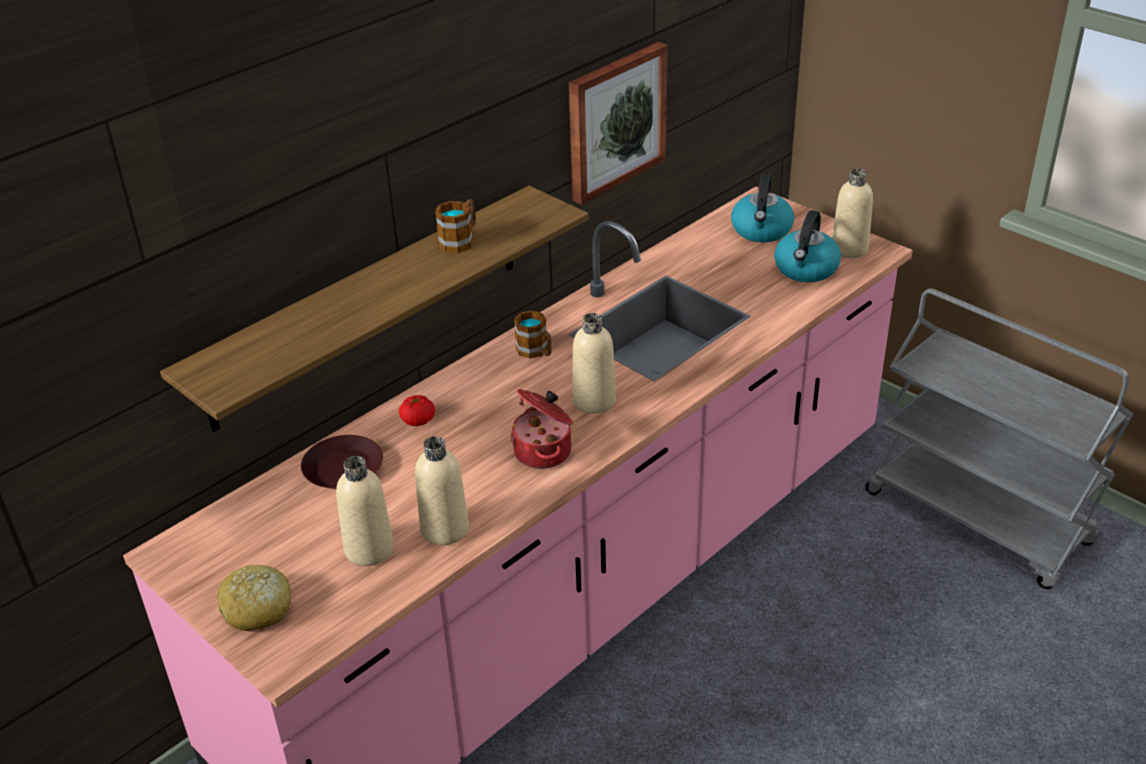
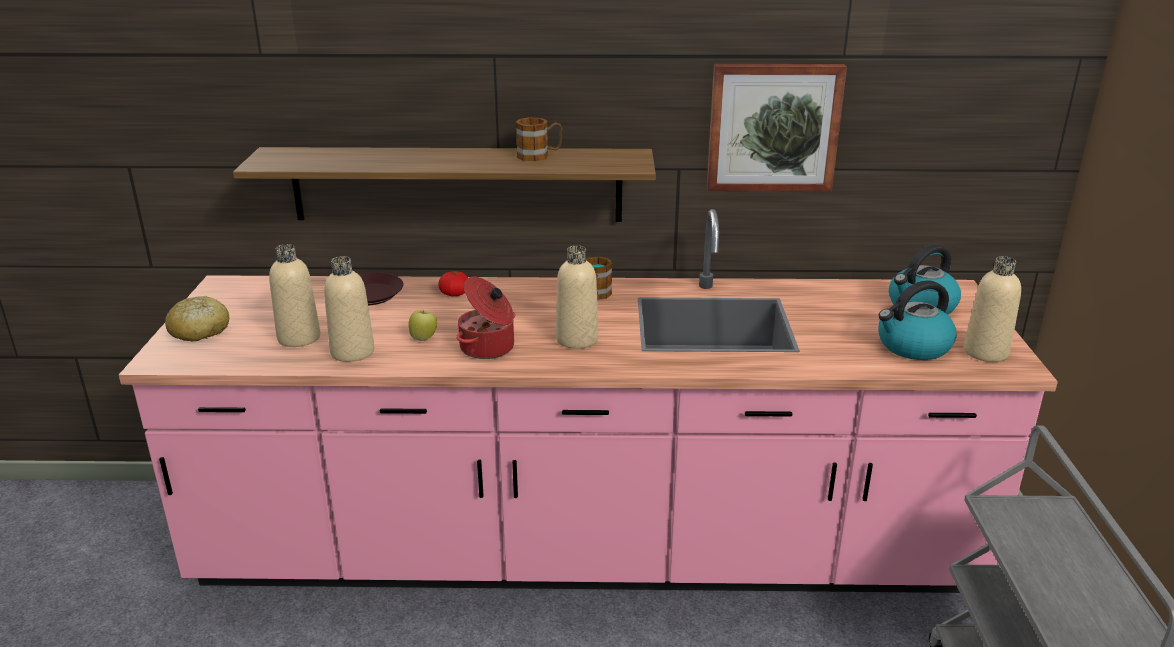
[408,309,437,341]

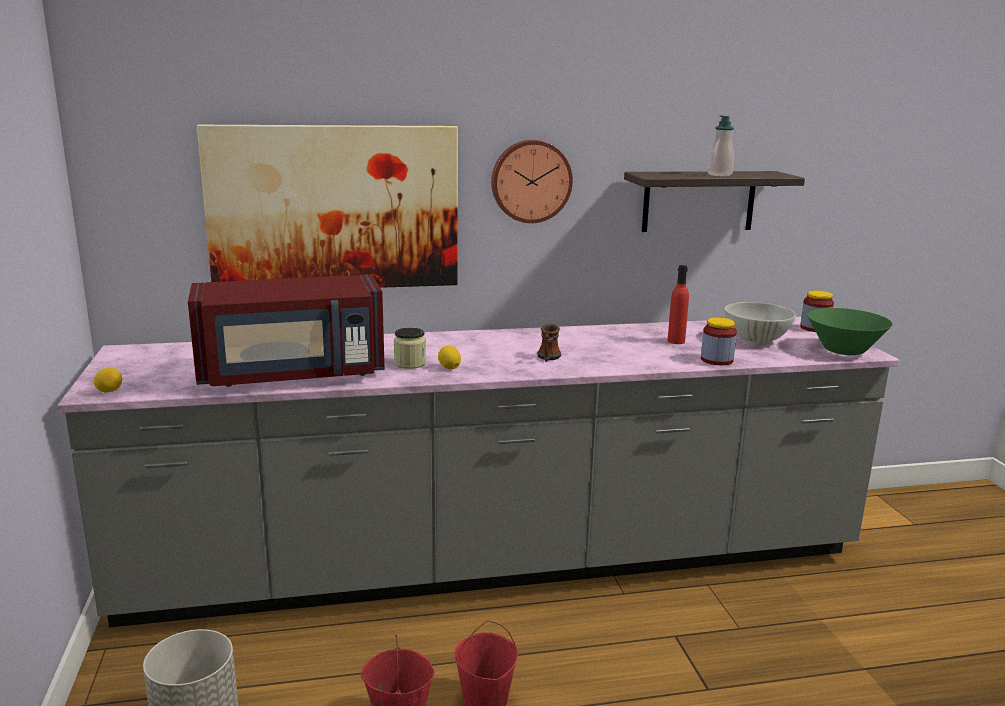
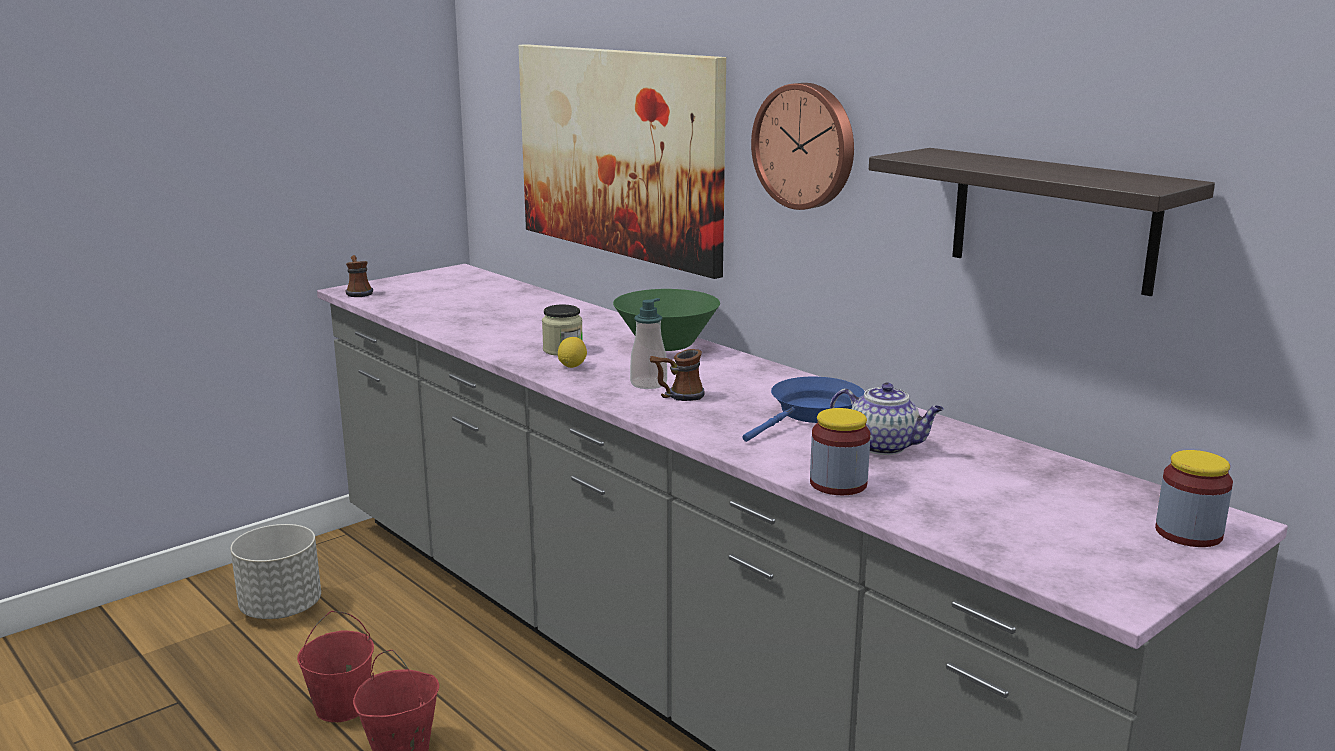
[346,255,373,297]
[613,289,720,351]
[630,298,667,389]
[742,377,865,442]
[830,383,944,455]
[188,274,385,387] (first image)
[724,302,796,345] (first image)

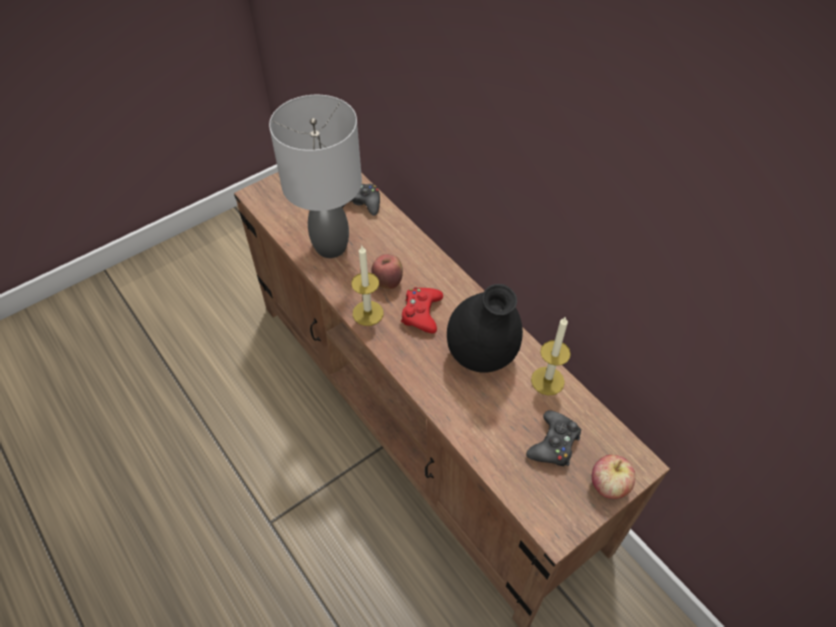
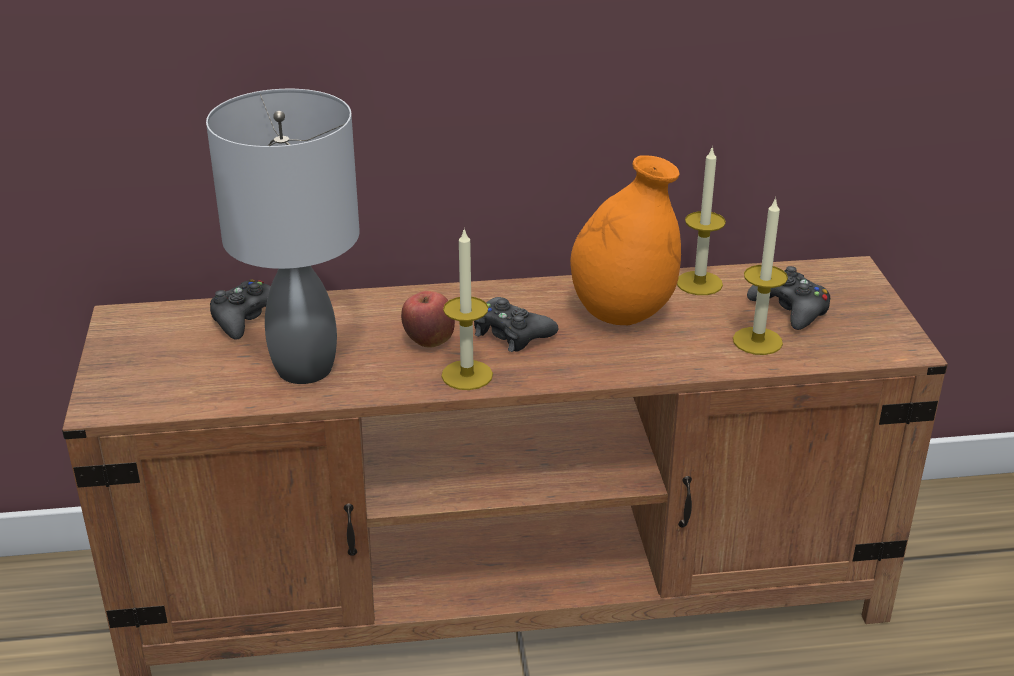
[474,297,558,352]
[570,155,681,326]
[733,197,788,355]
[592,455,635,499] (first image)

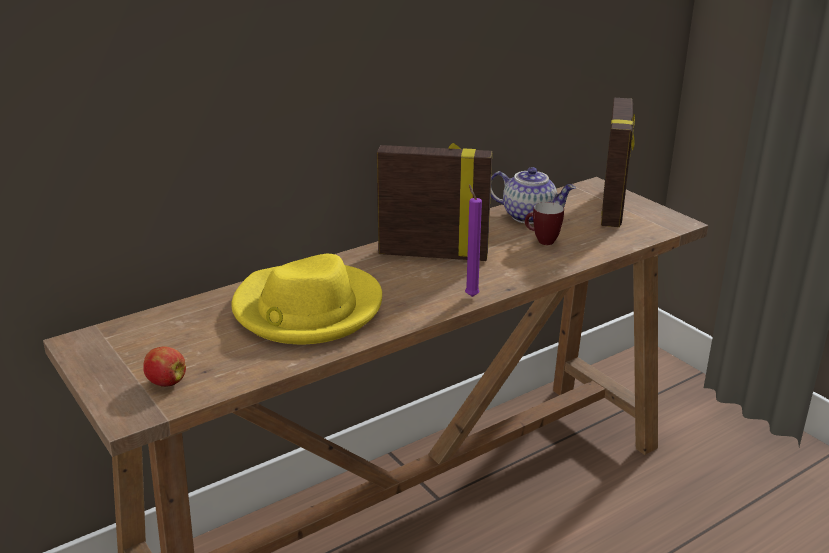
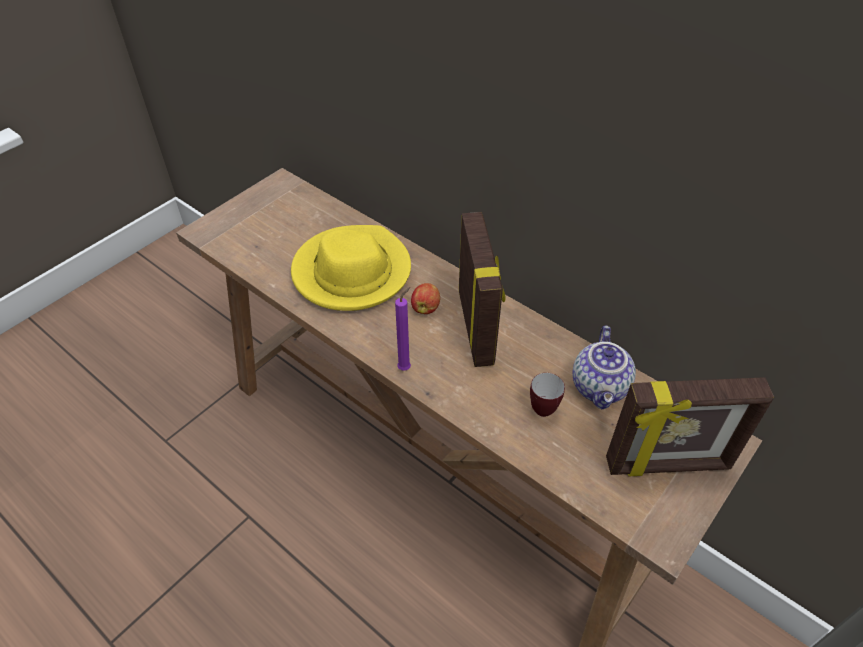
[411,283,440,314]

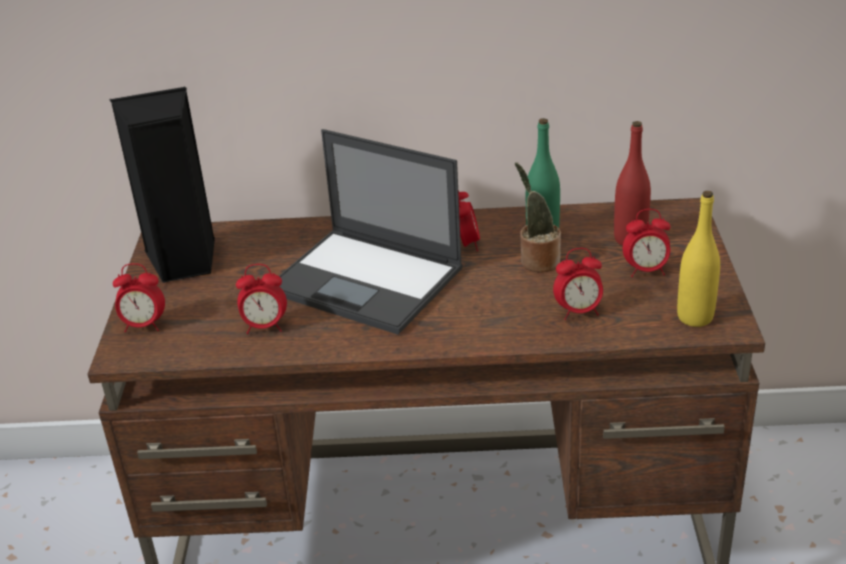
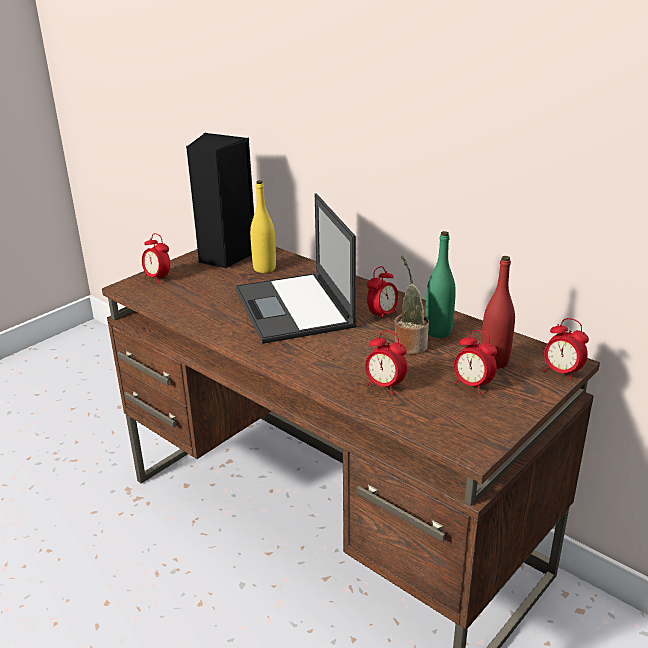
[250,180,276,273]
[544,318,589,381]

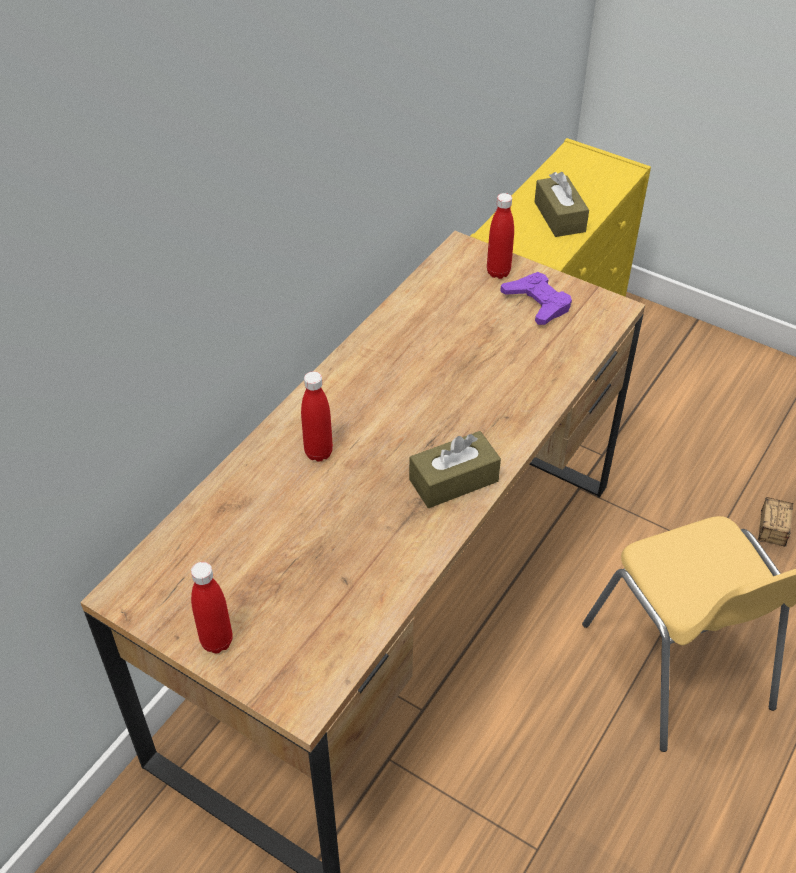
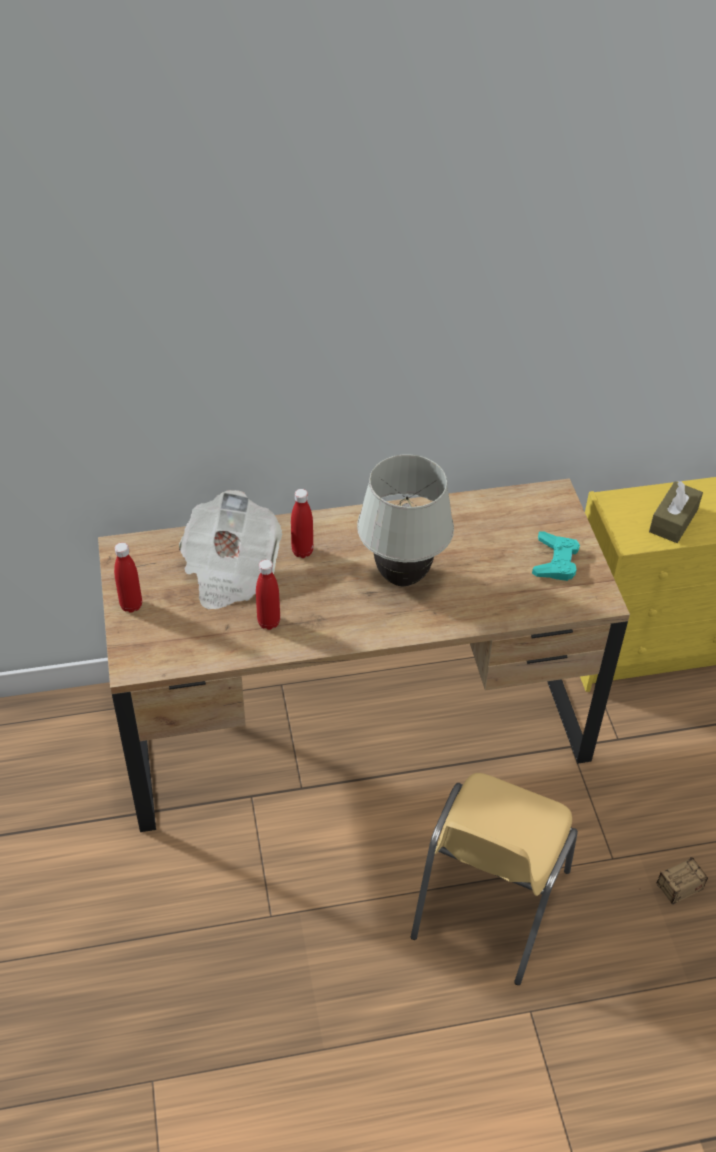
[179,490,283,610]
[256,560,280,630]
[357,454,454,586]
[532,532,580,581]
[409,431,501,508] (first image)

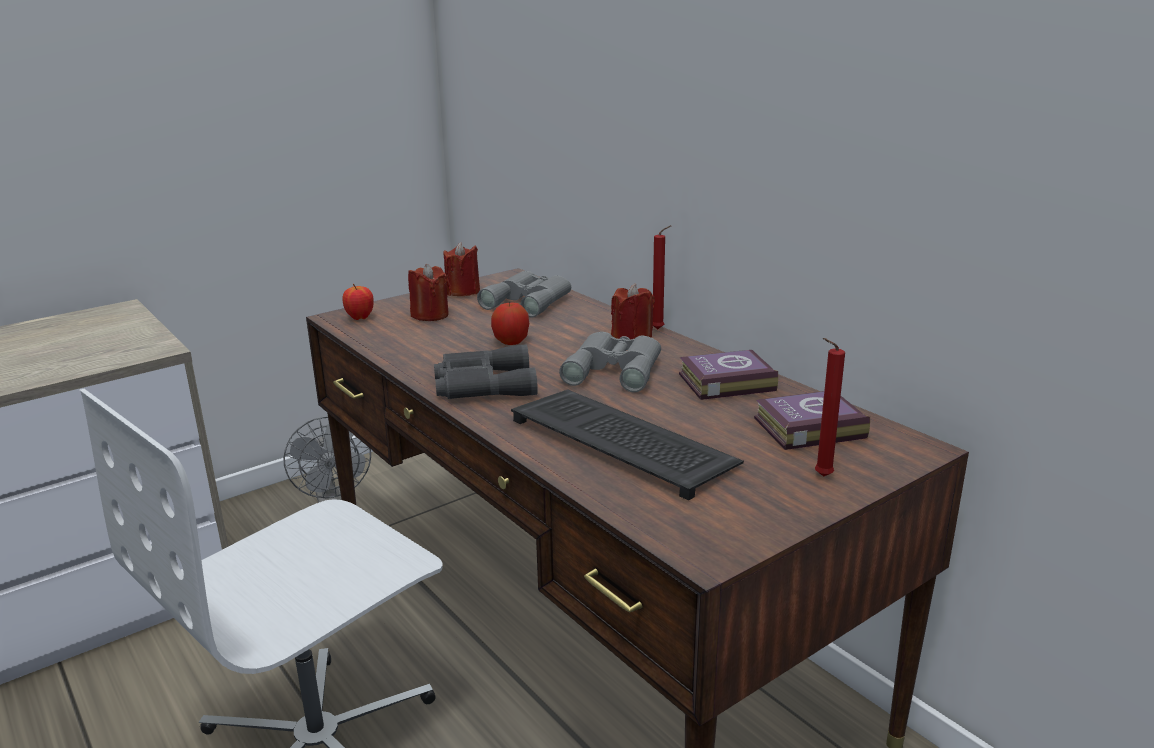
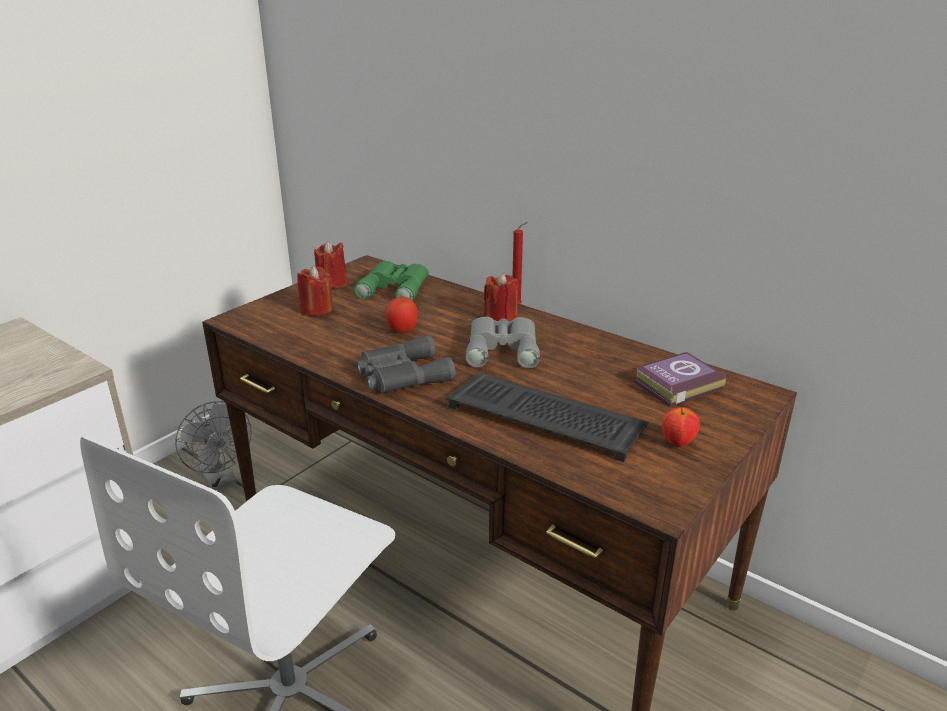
[354,261,429,301]
[662,407,700,447]
[679,350,778,400] (first image)
[815,338,845,477] (first image)

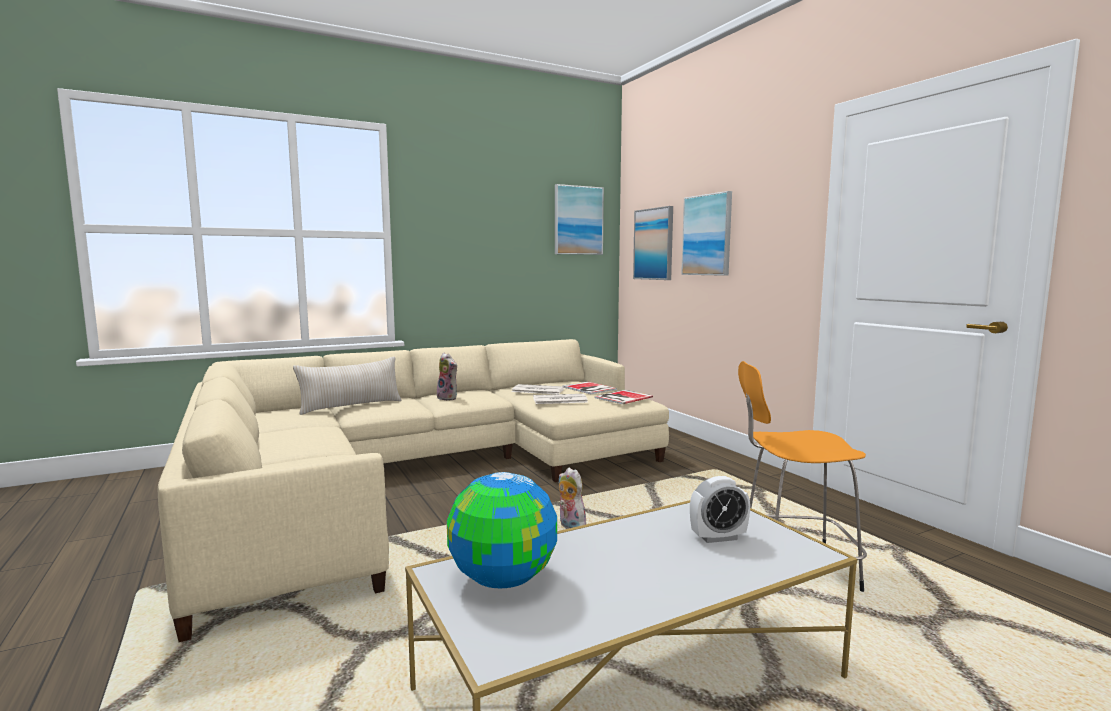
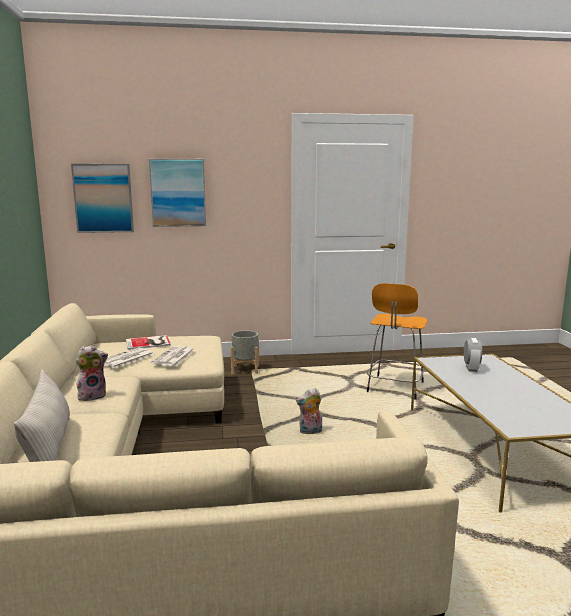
[231,330,259,375]
[447,472,557,589] (first image)
[555,184,604,255] (first image)
[595,390,653,404] (first image)

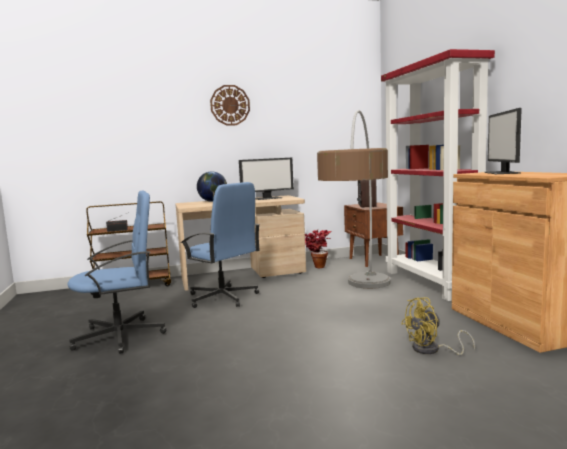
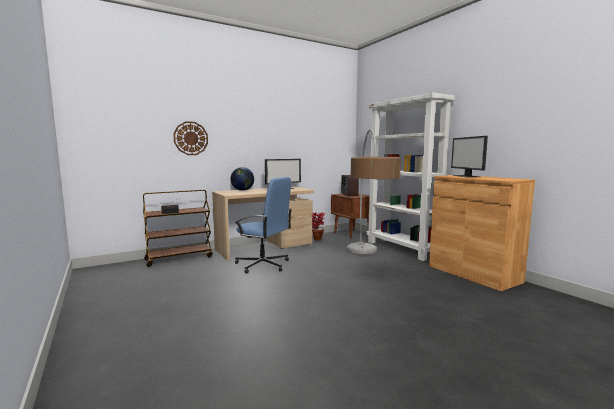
[173,121,208,155]
[367,93,455,261]
[67,191,167,354] (first image)
[401,297,475,355] (first image)

